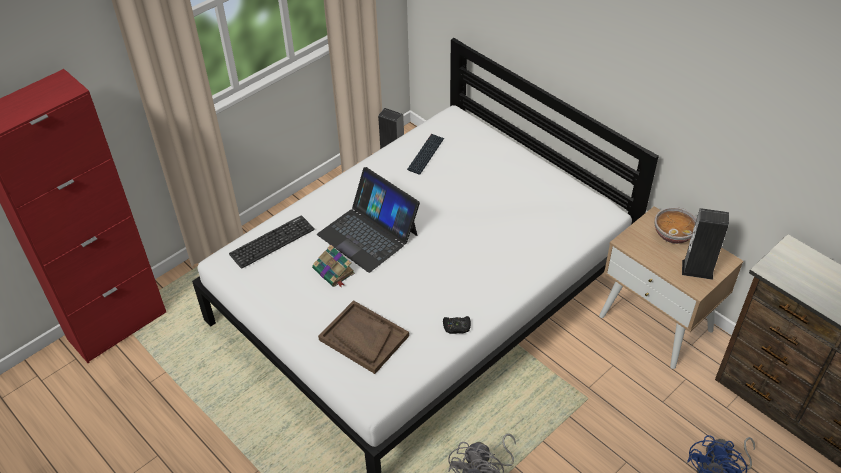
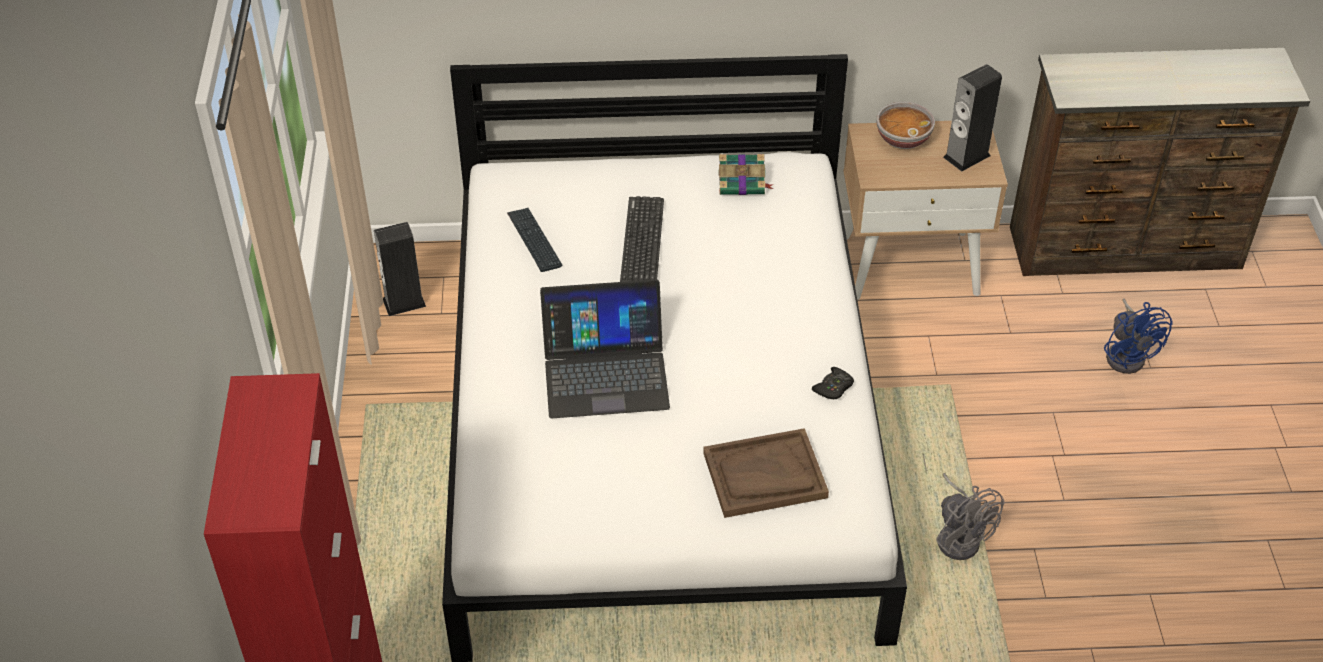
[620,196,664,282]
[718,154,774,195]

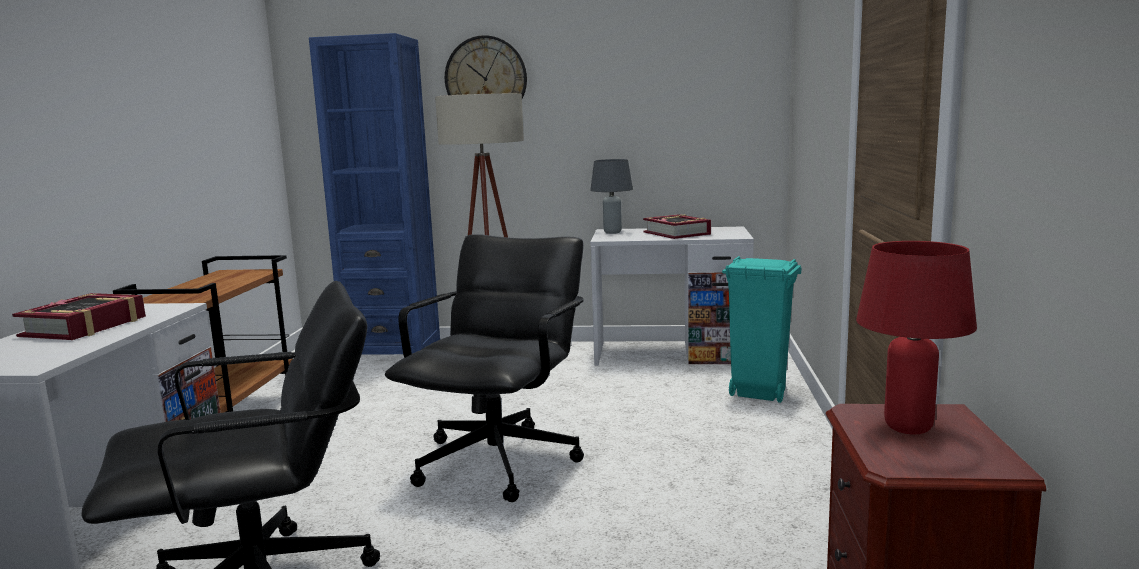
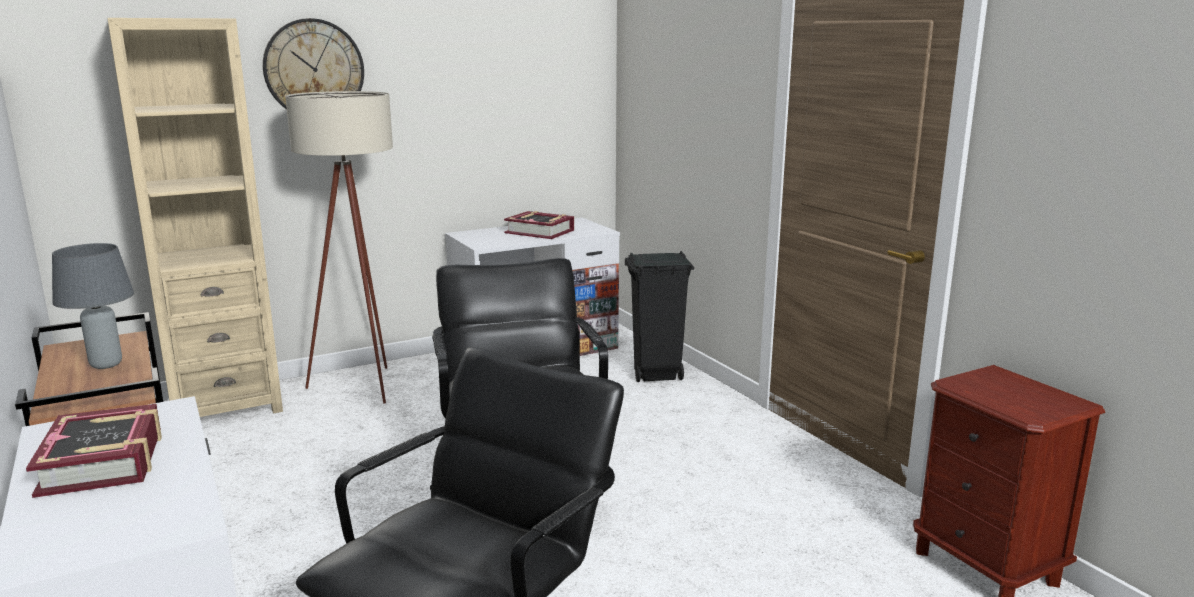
[52,243,134,369]
[107,18,283,417]
[625,251,694,382]
[856,241,977,435] (first image)

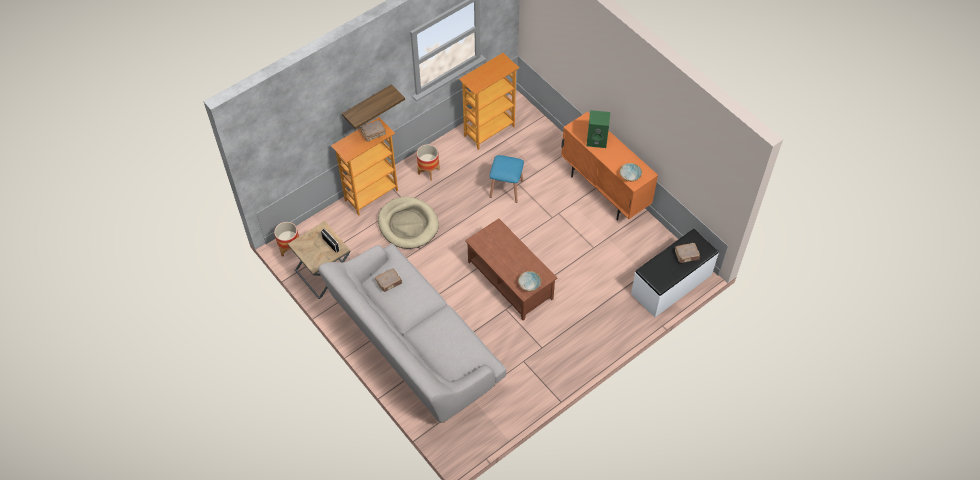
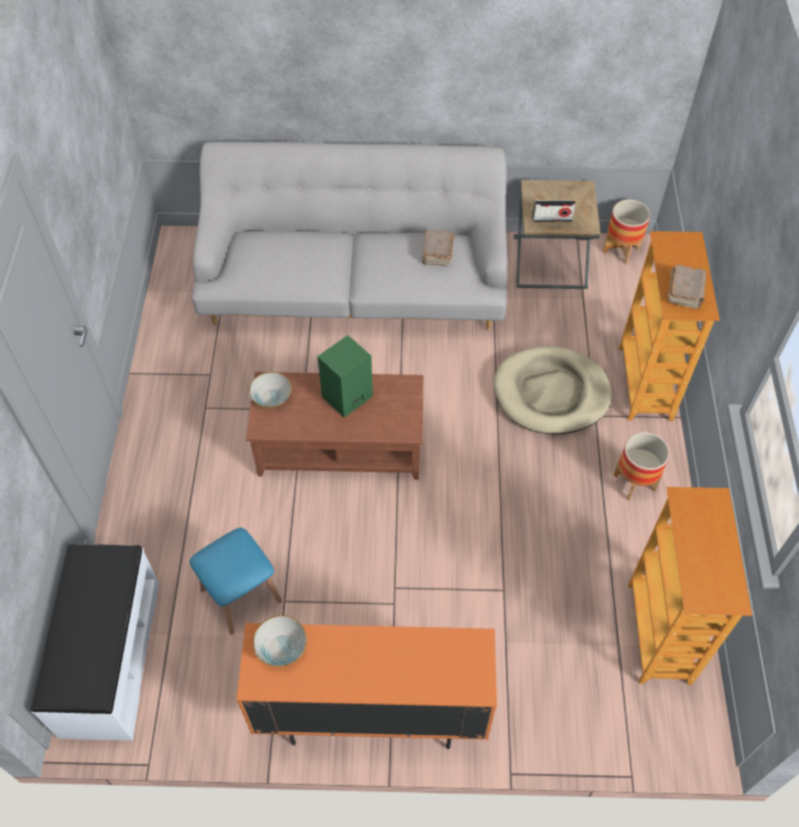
[190,528,282,635]
[317,335,373,418]
[342,84,405,129] (first image)
[675,243,700,263] (first image)

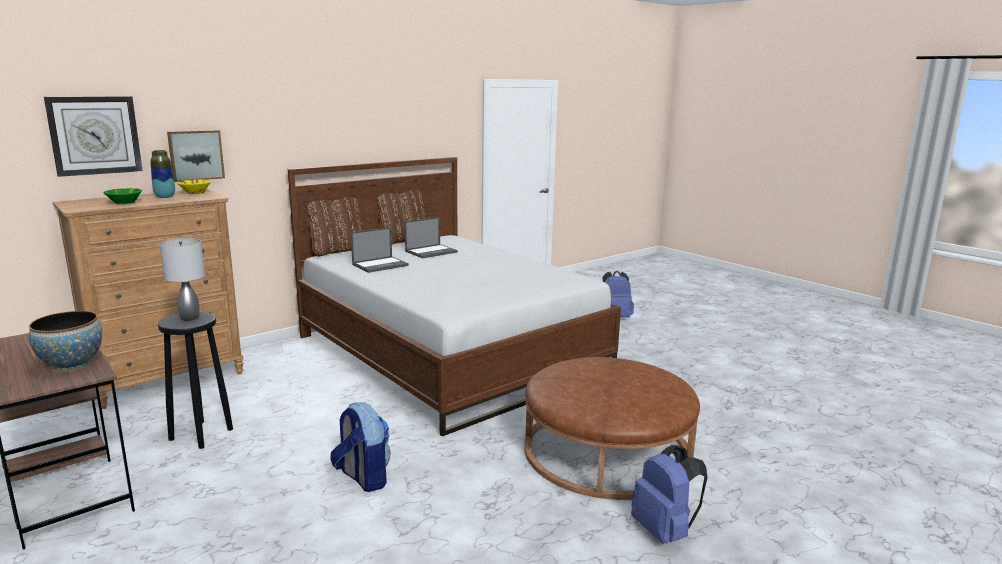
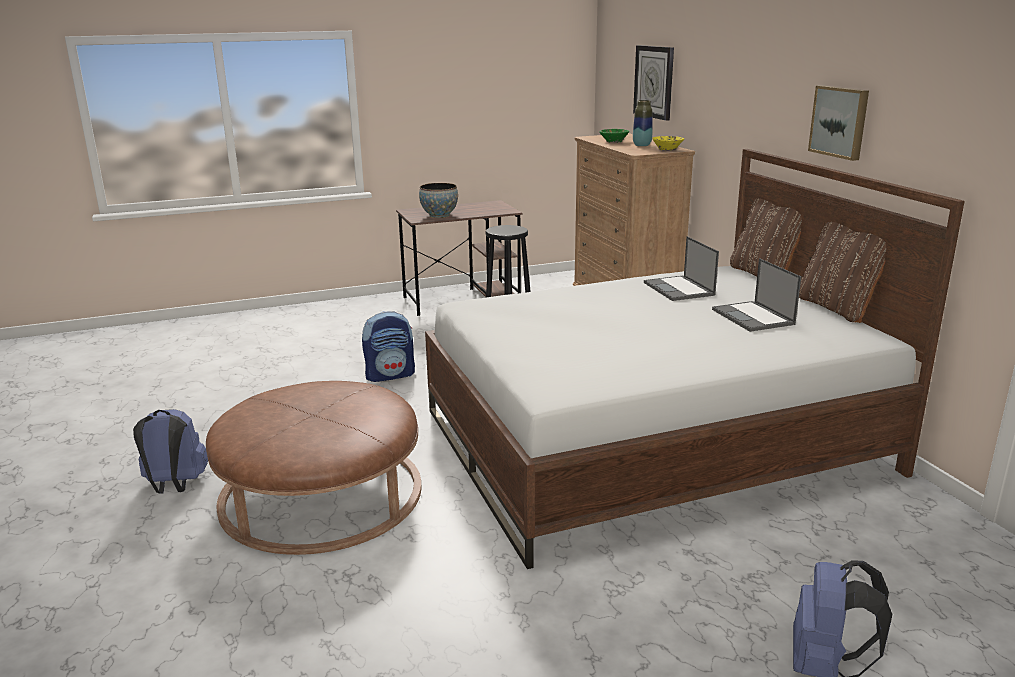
[808,85,869,161]
[159,238,205,321] (first image)

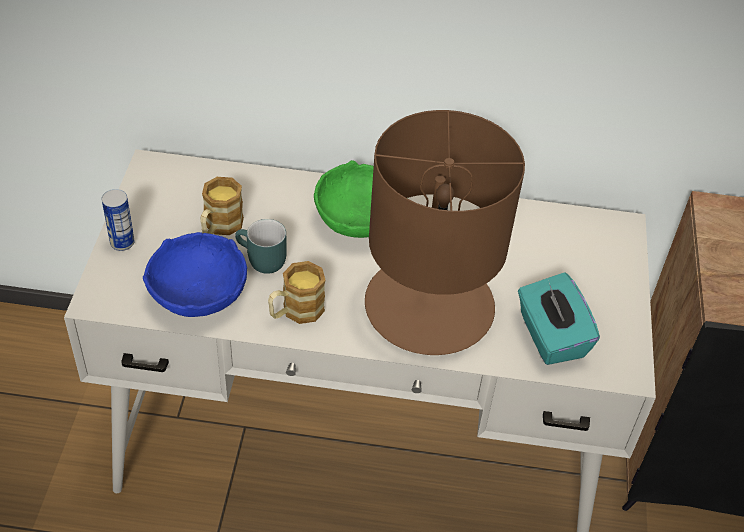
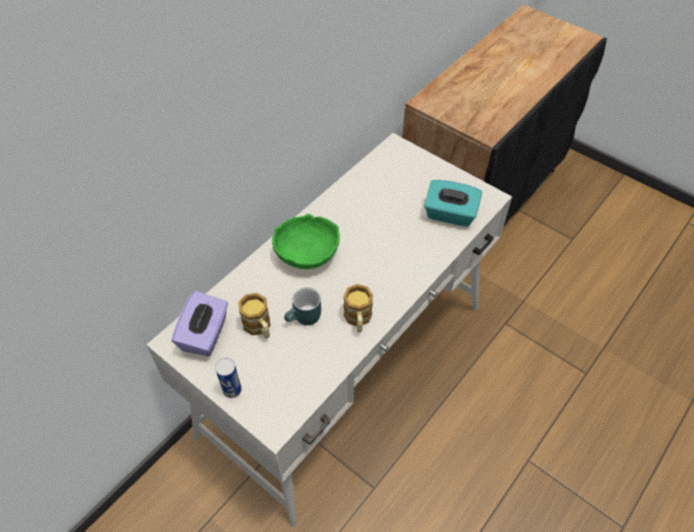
[172,291,228,356]
[143,232,247,317] (first image)
[365,110,525,355] (first image)

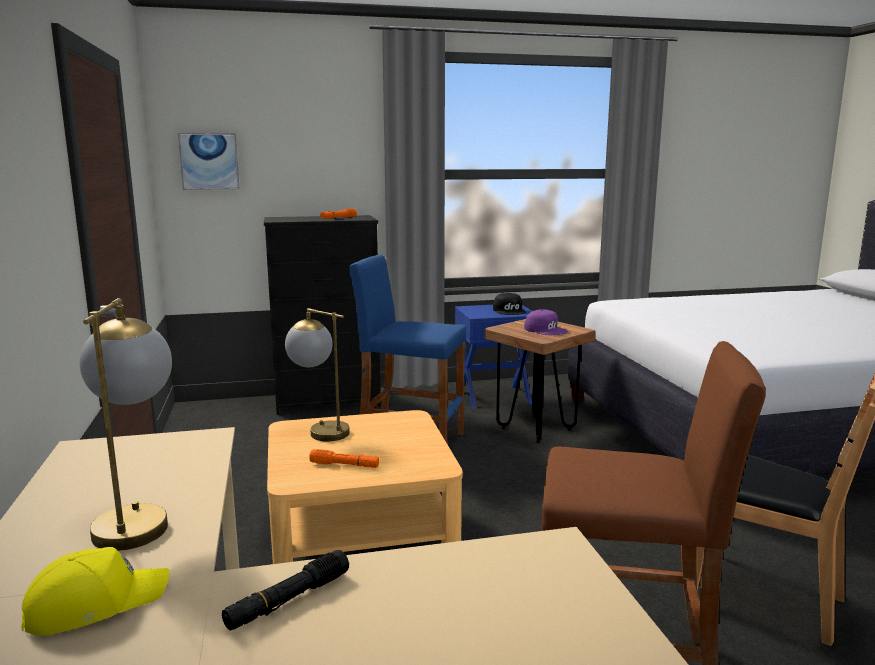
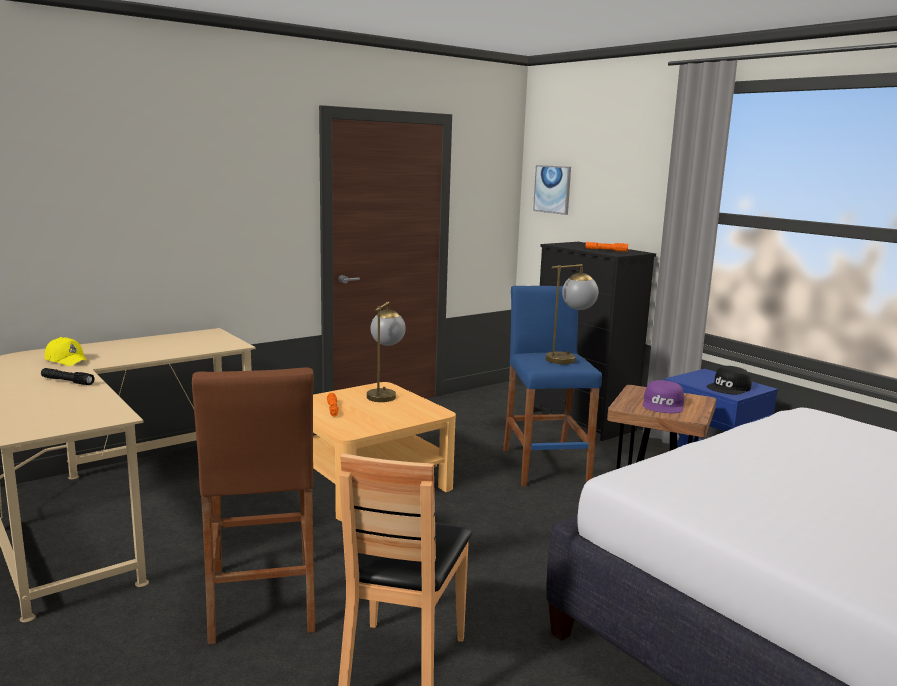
[546,264,598,364]

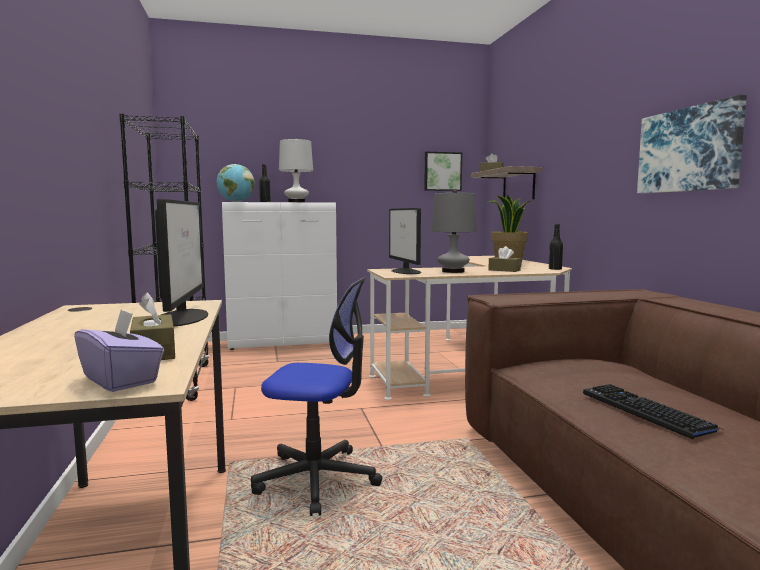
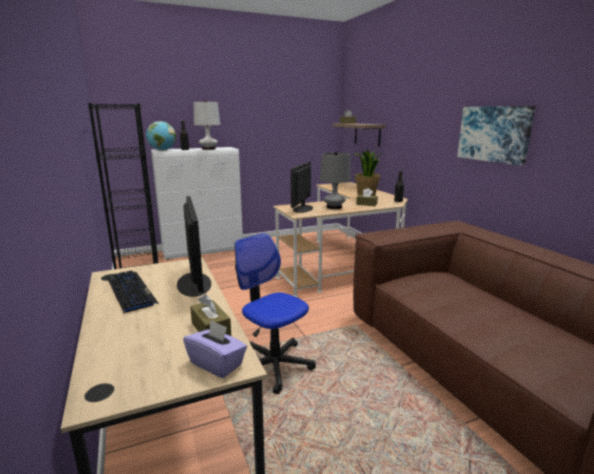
[107,270,159,313]
[234,233,316,394]
[291,162,313,213]
[424,151,462,191] (first image)

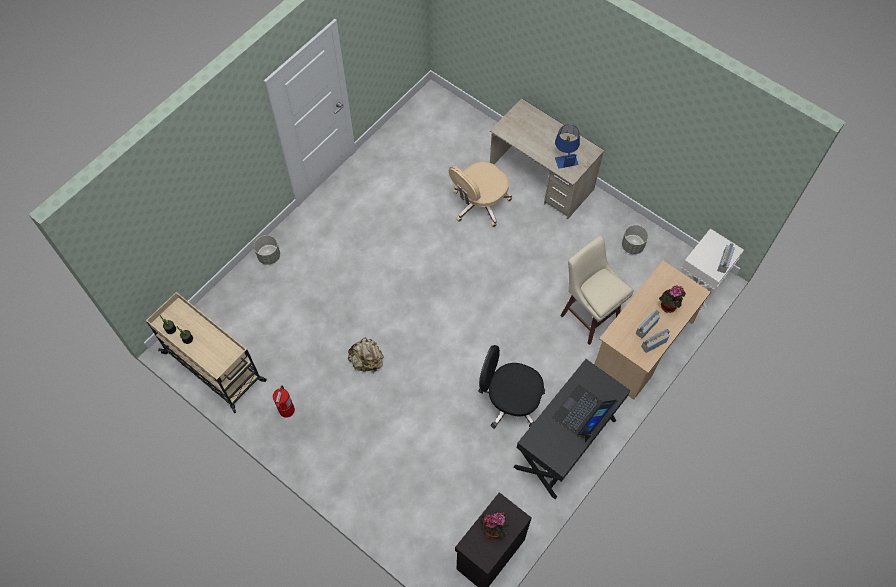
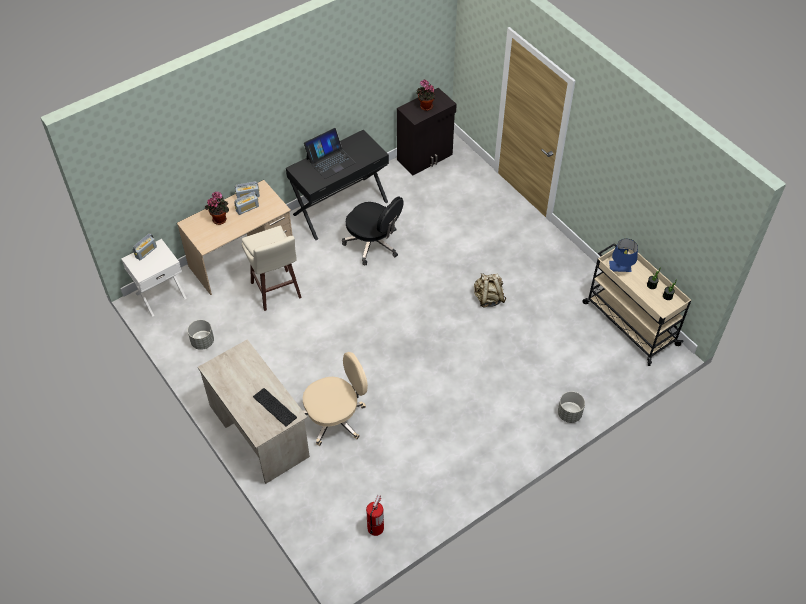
[253,388,297,427]
[366,495,384,536]
[609,239,638,272]

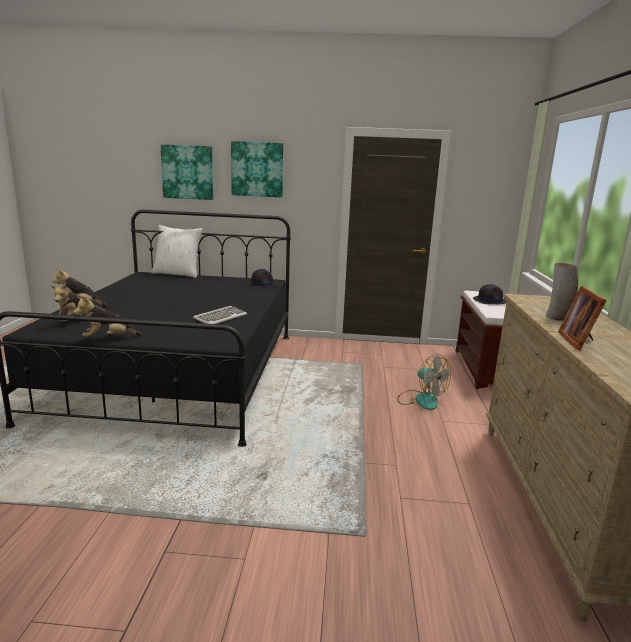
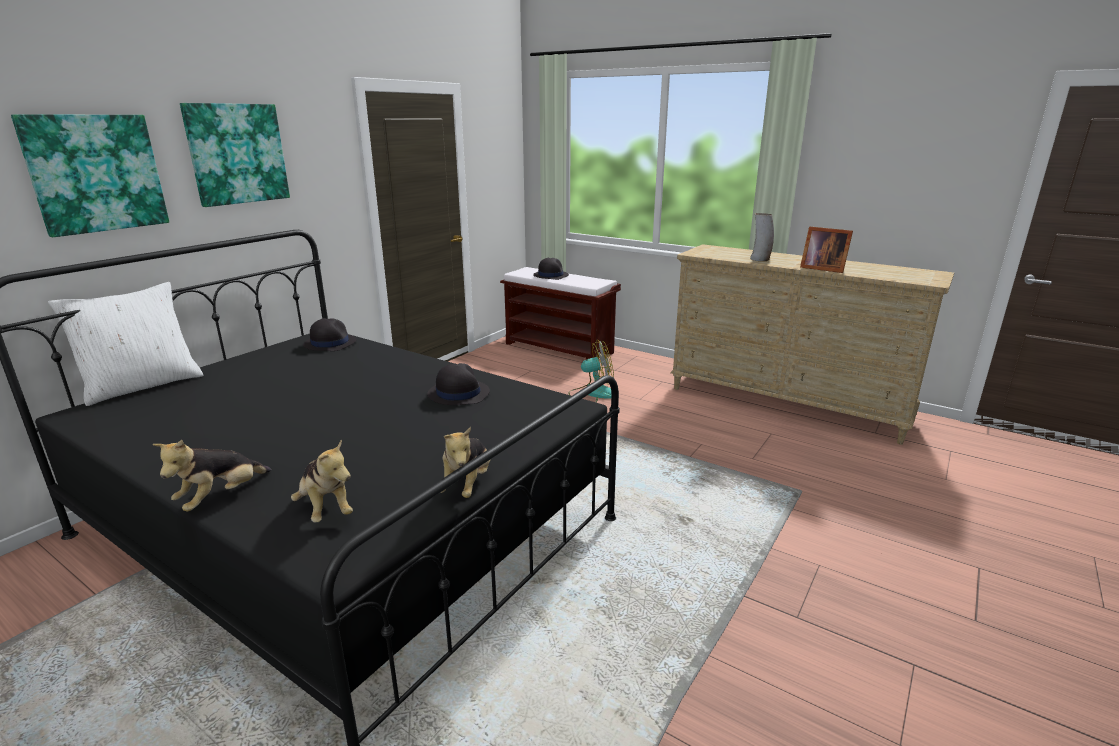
[427,363,490,405]

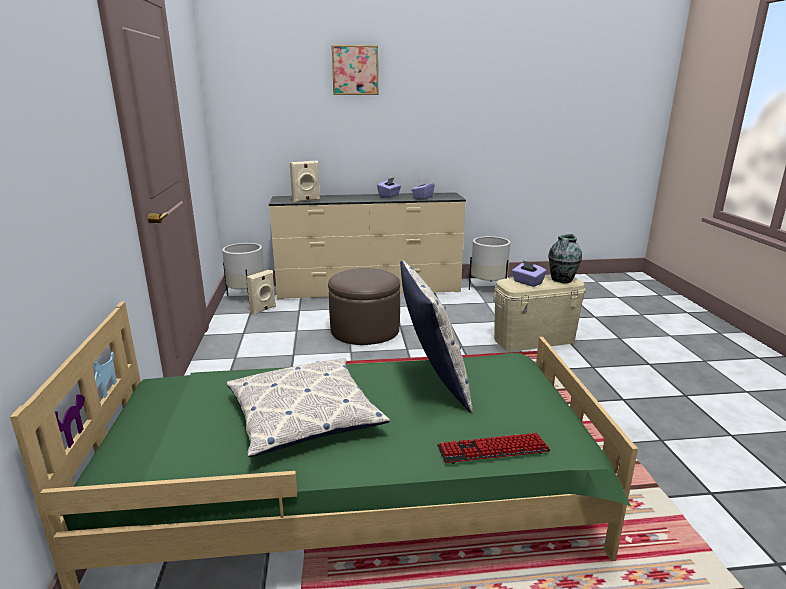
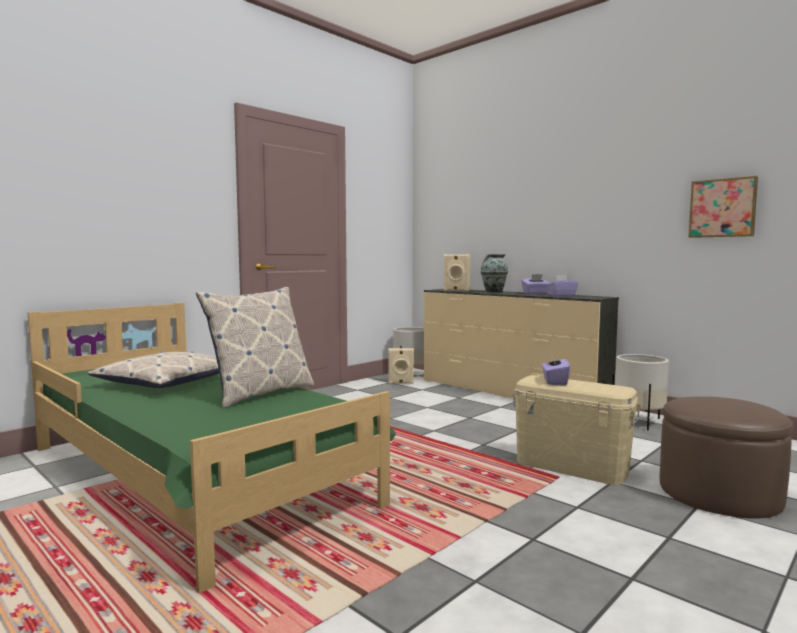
[481,254,508,293]
[660,396,793,519]
[688,176,758,238]
[437,433,550,464] (first image)

